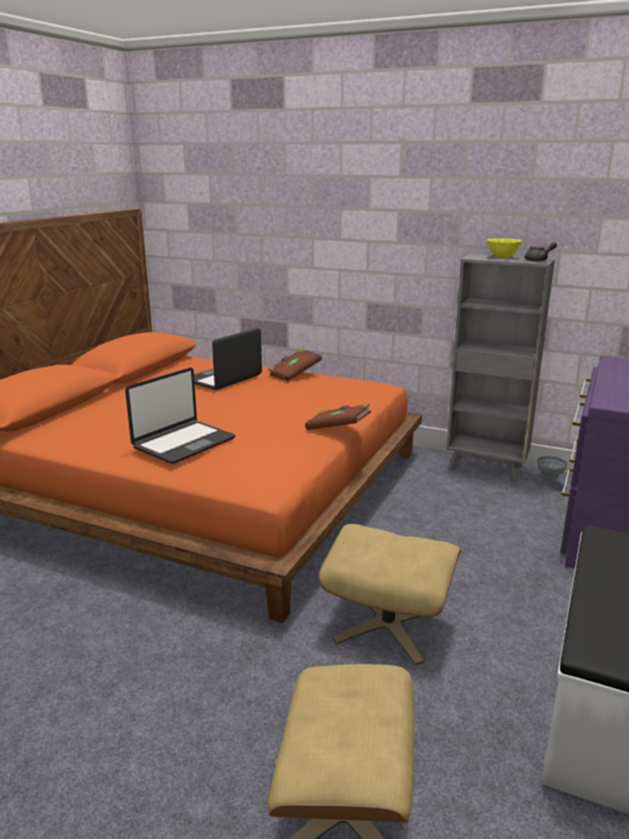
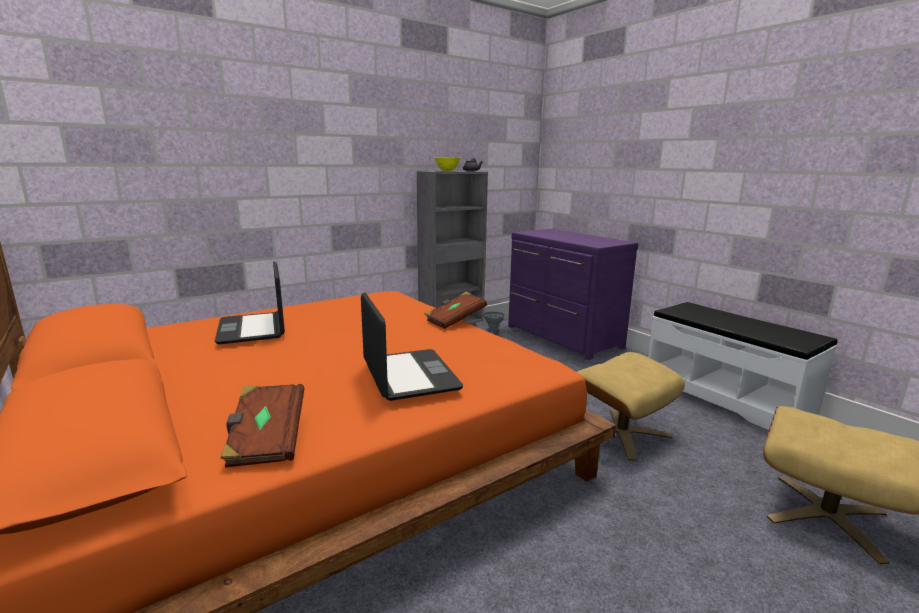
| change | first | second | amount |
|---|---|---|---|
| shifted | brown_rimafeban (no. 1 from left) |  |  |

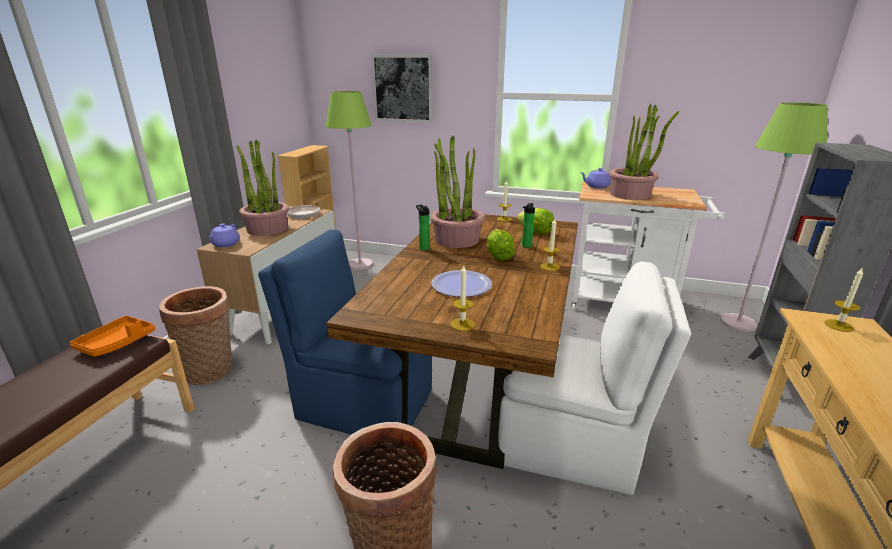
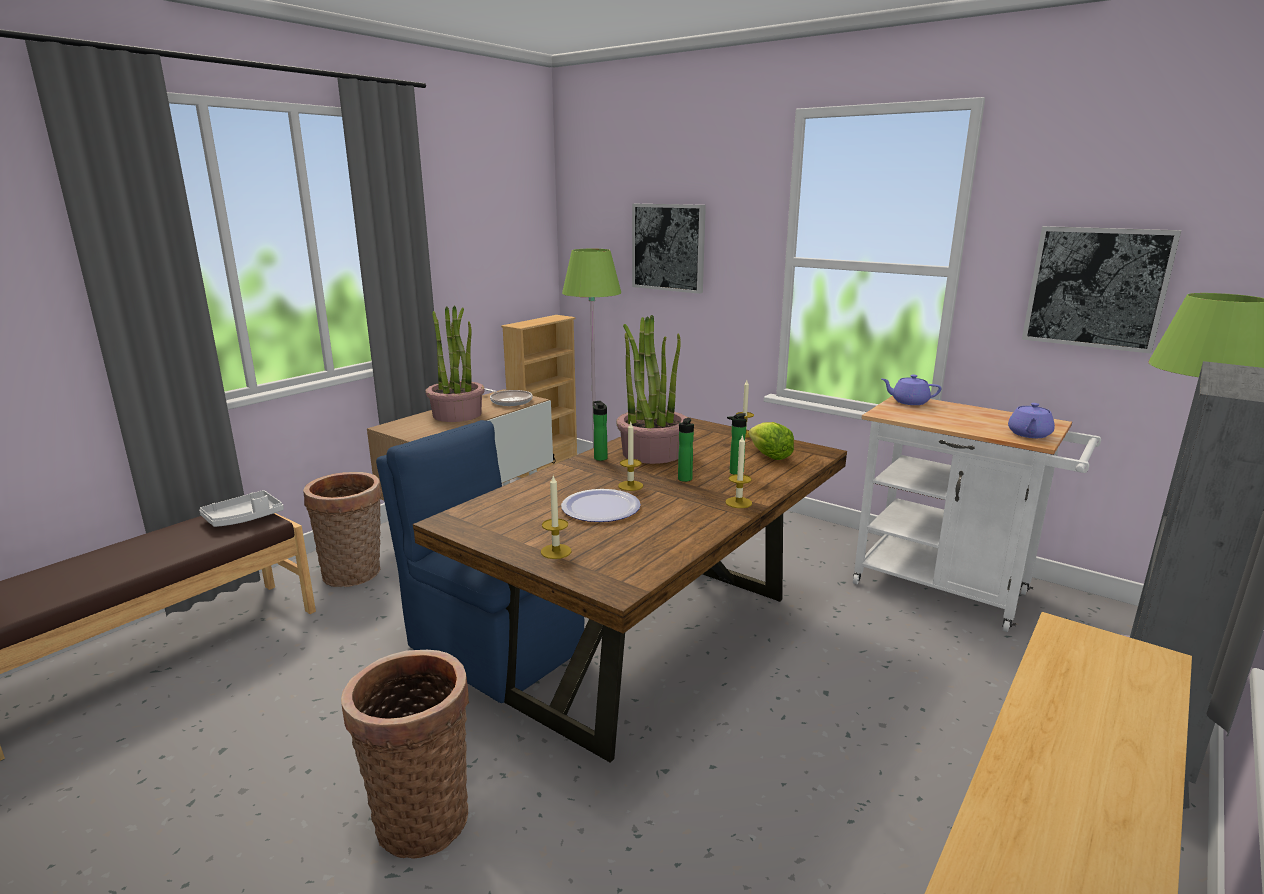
| change | first | second | amount |
|---|---|---|---|
| repainted | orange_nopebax | white_nopebax |  |
| shifted | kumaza (no. 4 from left in the first image) | kumaza (no. 2 from left) |  |
| swapped | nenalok (no. 1 from left) | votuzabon (no. 2 from left) |  |
| shifted | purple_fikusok (no. 1 from left in the first image) | purple_fikusok (no. 2 from left) |  |
| new |  | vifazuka (no. 2 from left) |  |
| gone | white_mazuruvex |  |  |
| gone | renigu (no. 3 from left) |  |  |

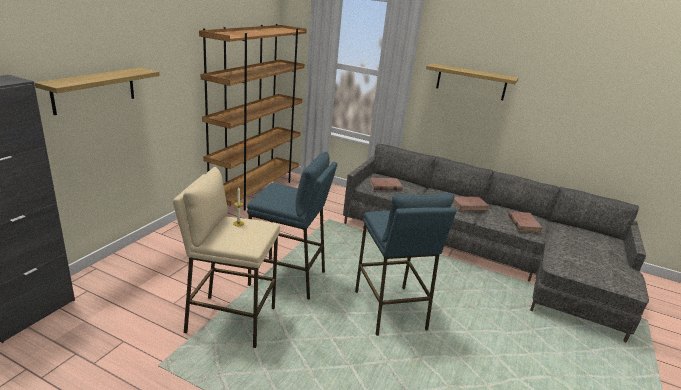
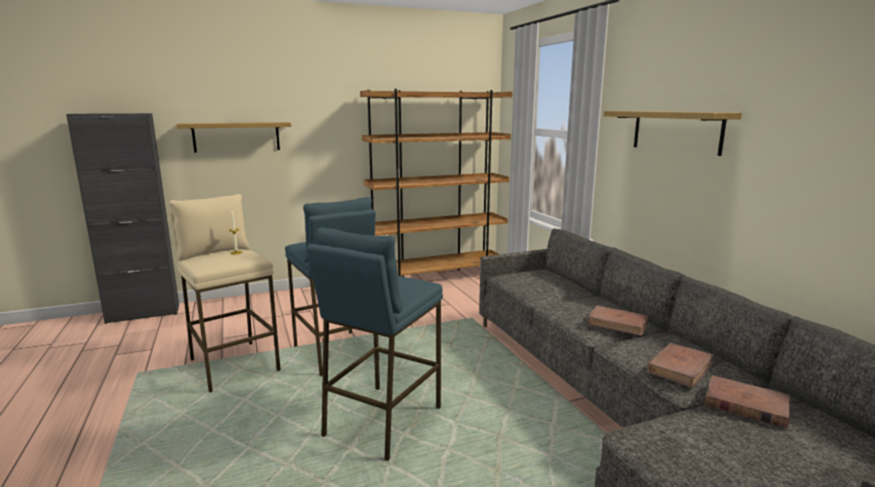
| change | first | second | amount |
|---|---|---|---|
| shifted | brown_rimafeban (no. 1 from left in the first image) | brown_rimafeban (no. 3 from left) |  |

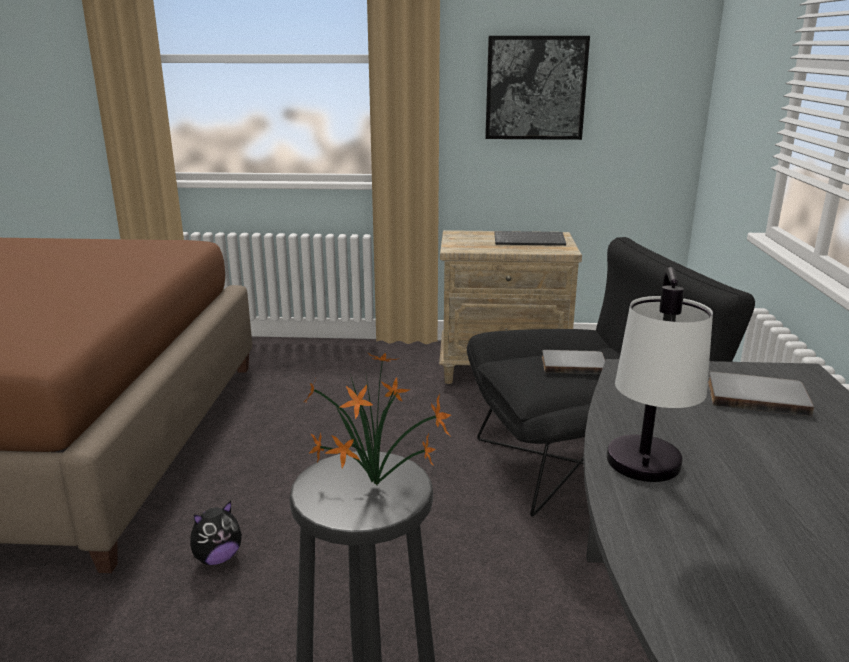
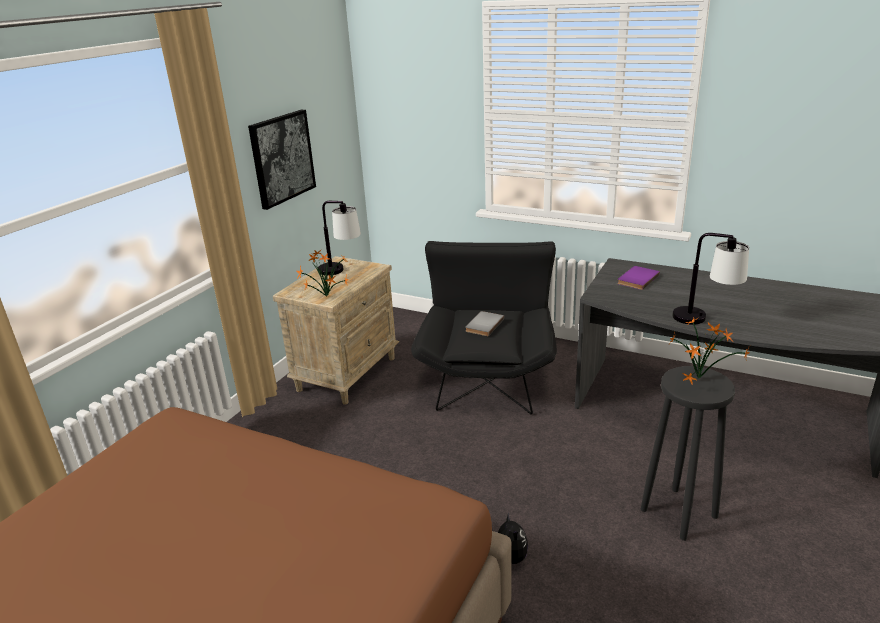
| change | first | second | amount |
|---|---|---|---|
| new |  | renigu (no. 1 from left) |  |
| swapped | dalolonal | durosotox (no. 1 from left) |  |
| repainted | grey_rimafeban (no. 2 from left) | purple_rimafeban |  |

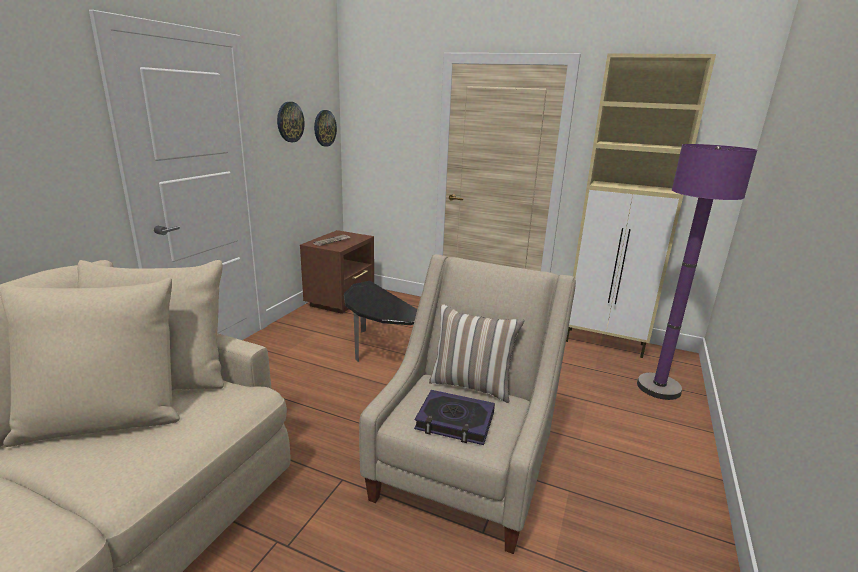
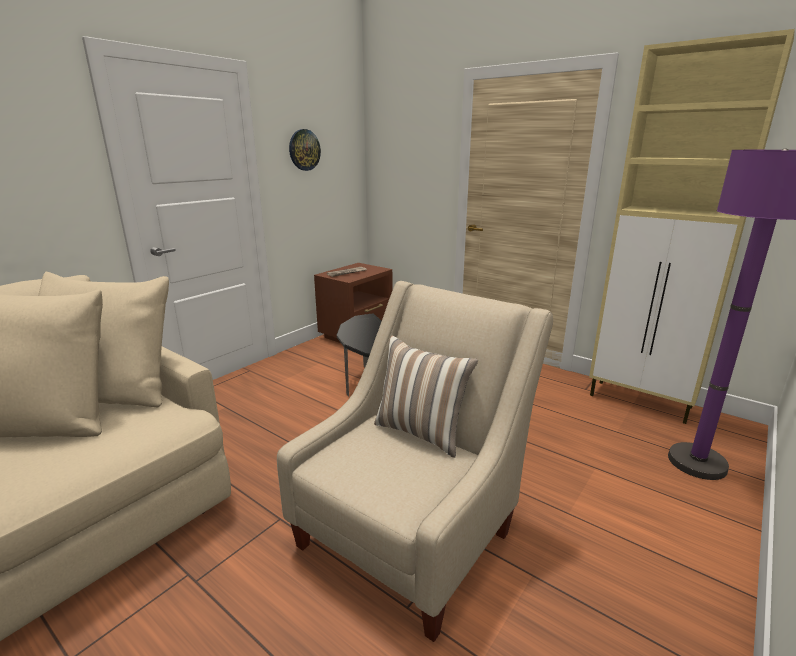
| change | first | second | amount |
|---|---|---|---|
| gone | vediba (no. 2 from left) |  |  |
| gone | rimafeban |  |  |

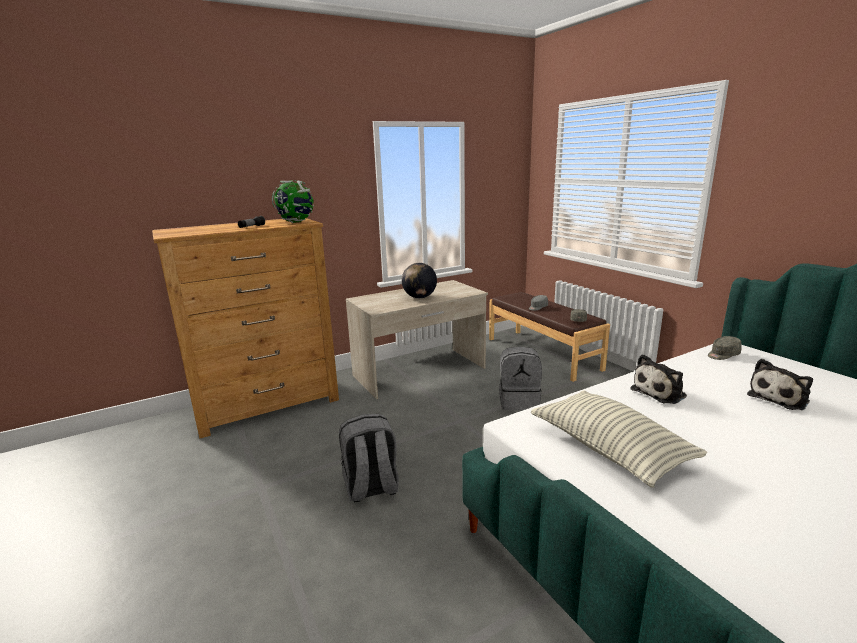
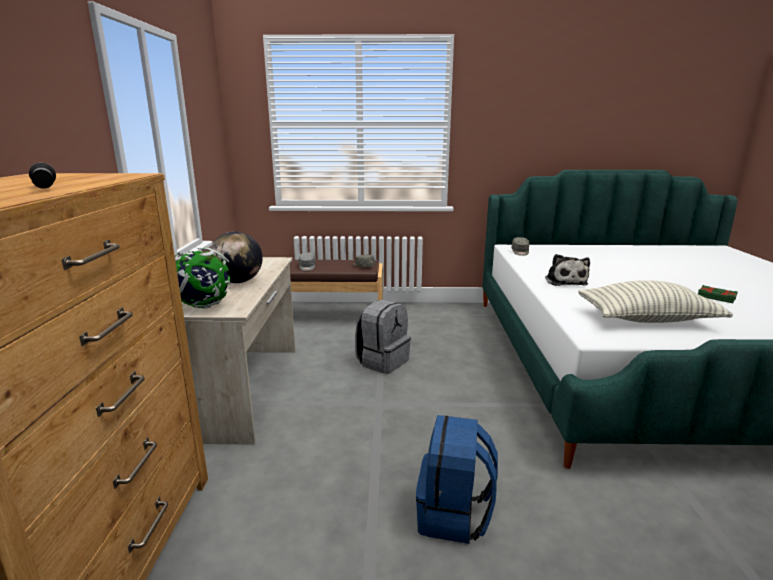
| change | first | second | amount |
|---|---|---|---|
| shifted | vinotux (no. 1 from left) |  |  |
| repainted | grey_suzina (no. 1 from left) | blue_suzina |  |
| new |  | green_rimafeban |  |
| gone | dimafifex (no. 2 from left) |  |  |

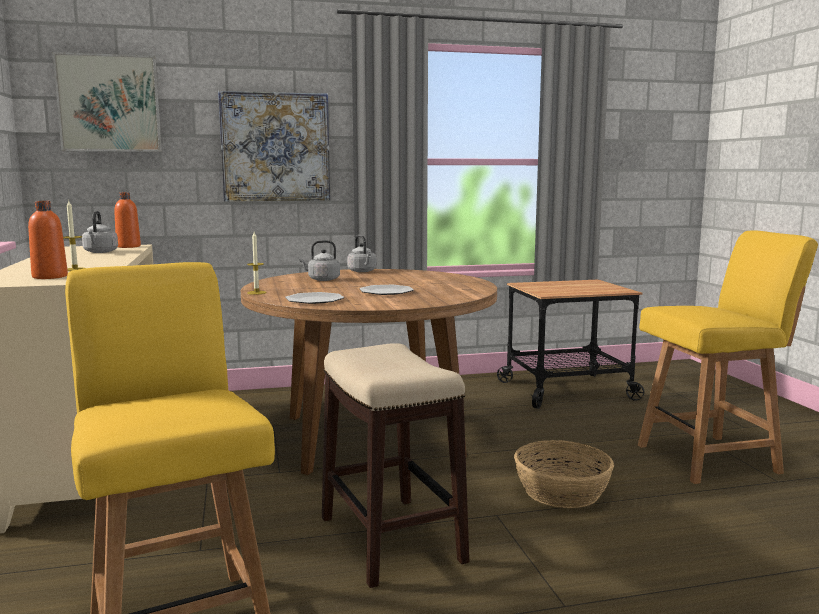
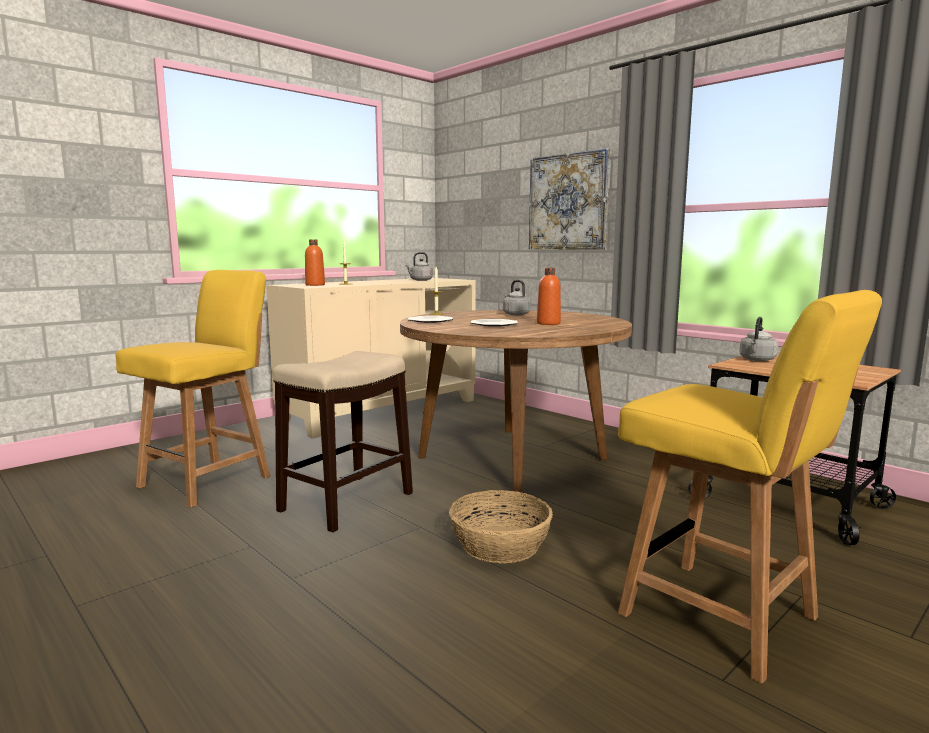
| change | first | second | amount |
|---|---|---|---|
| shifted | orange_votuzabon (no. 2 from left) |  |  |
| shifted | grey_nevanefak (no. 3 from left) |  |  |
| gone | vifazuka (no. 1 from left) |  |  |

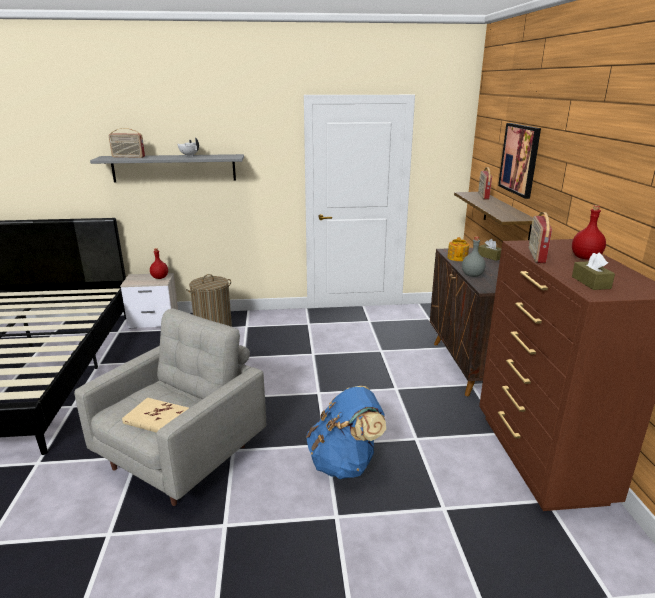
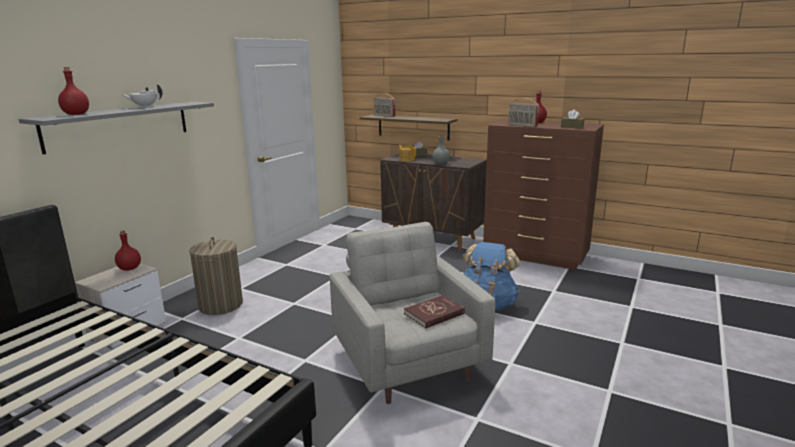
| change | first | second | amount |
|---|---|---|---|
| swapped | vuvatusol (no. 1 from left) | red_votuzabon (no. 1 from left) |  |
| repainted | beige_rimafeban | red_rimafeban |  |
| gone | vifazuka |  |  |

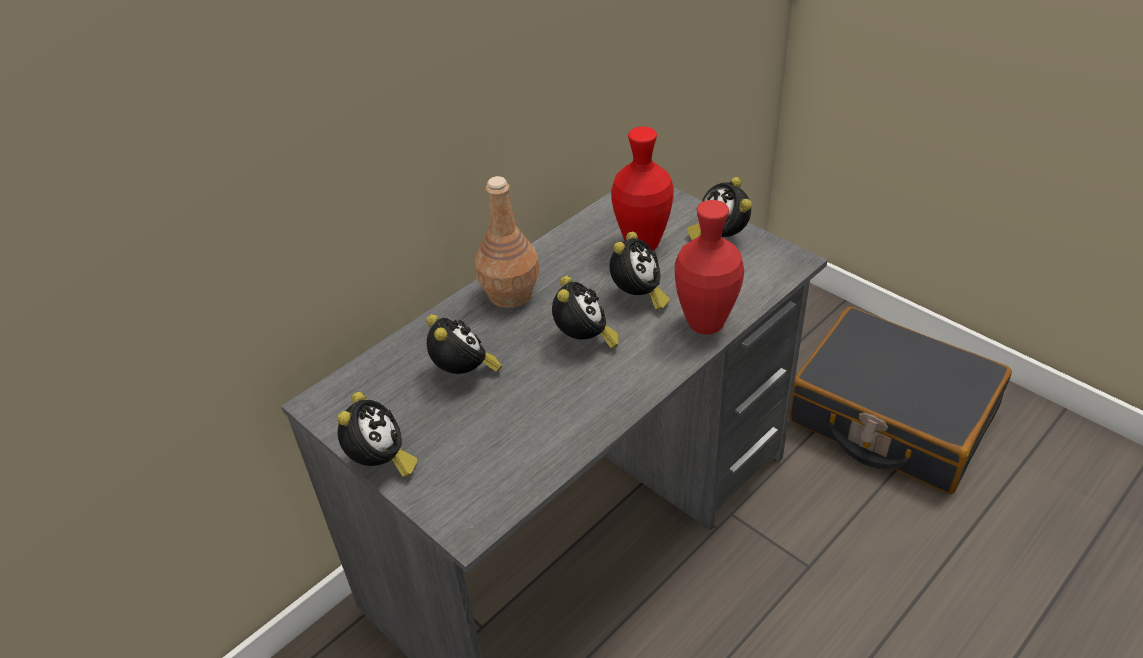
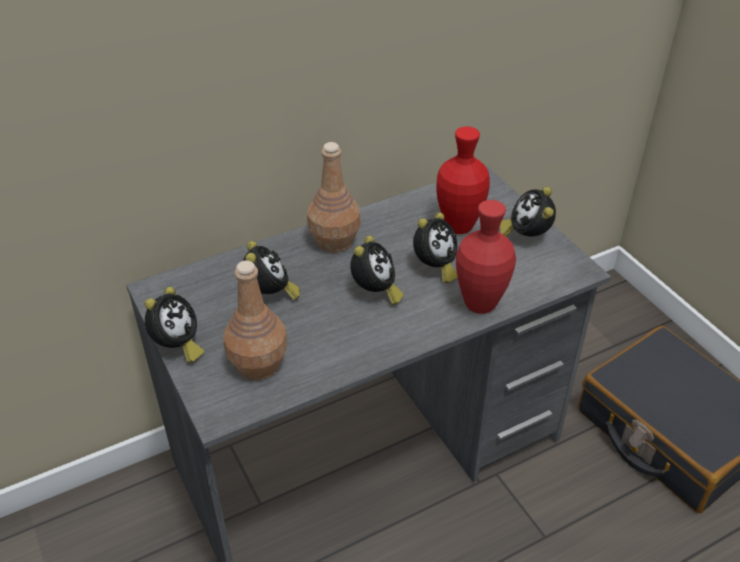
| change | first | second | amount |
|---|---|---|---|
| new |  | brown_votuzabon (no. 1 from left) |  |

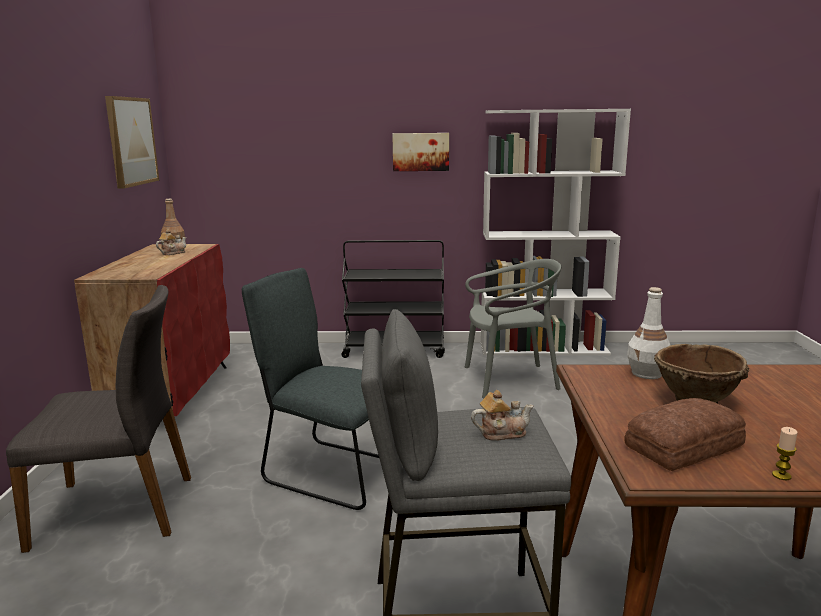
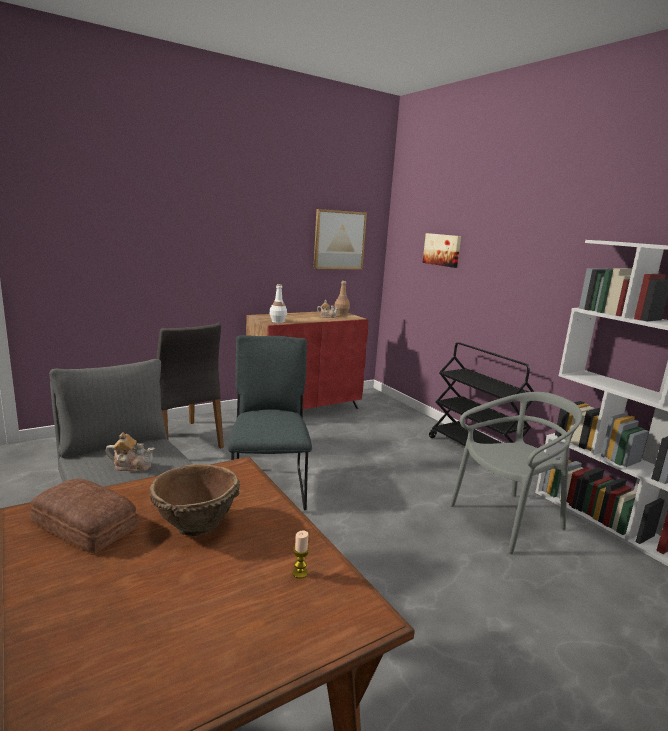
| change | first | second | amount |
|---|---|---|---|
| rotated | fikusok (no. 2 from left in the first image) | fikusok (no. 1 from left) | 45 degrees counterclockwise |
| shifted | white_votuzabon |  |  |
| shifted | kumaza |  |  |
| shifted | vifazuka (no. 2 from left) |  |  |
| rotated | grey_mazuruvex (no. 3 from left) |  | 75 degrees counterclockwise |

